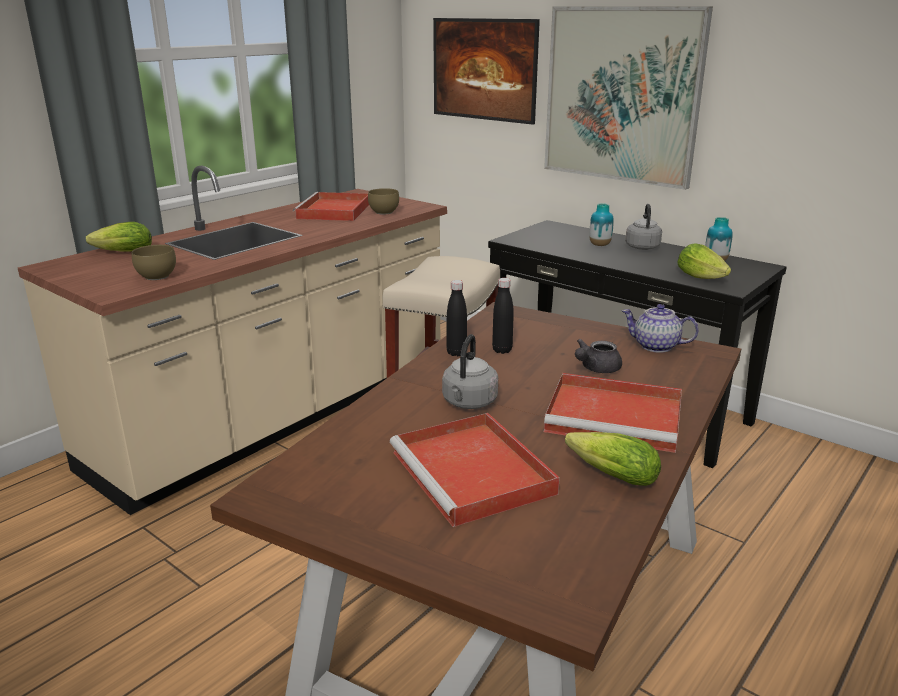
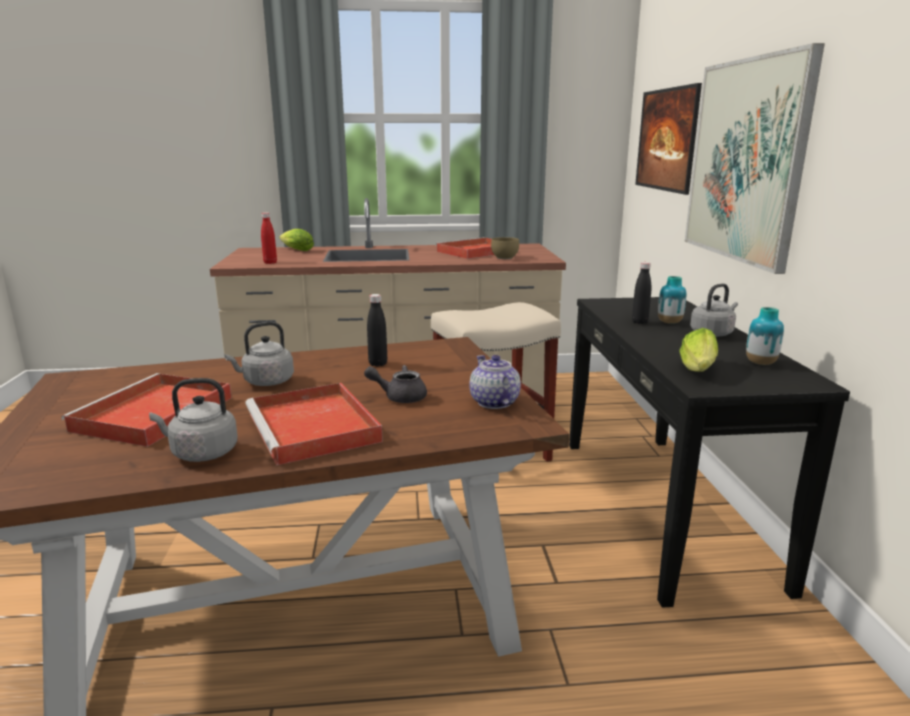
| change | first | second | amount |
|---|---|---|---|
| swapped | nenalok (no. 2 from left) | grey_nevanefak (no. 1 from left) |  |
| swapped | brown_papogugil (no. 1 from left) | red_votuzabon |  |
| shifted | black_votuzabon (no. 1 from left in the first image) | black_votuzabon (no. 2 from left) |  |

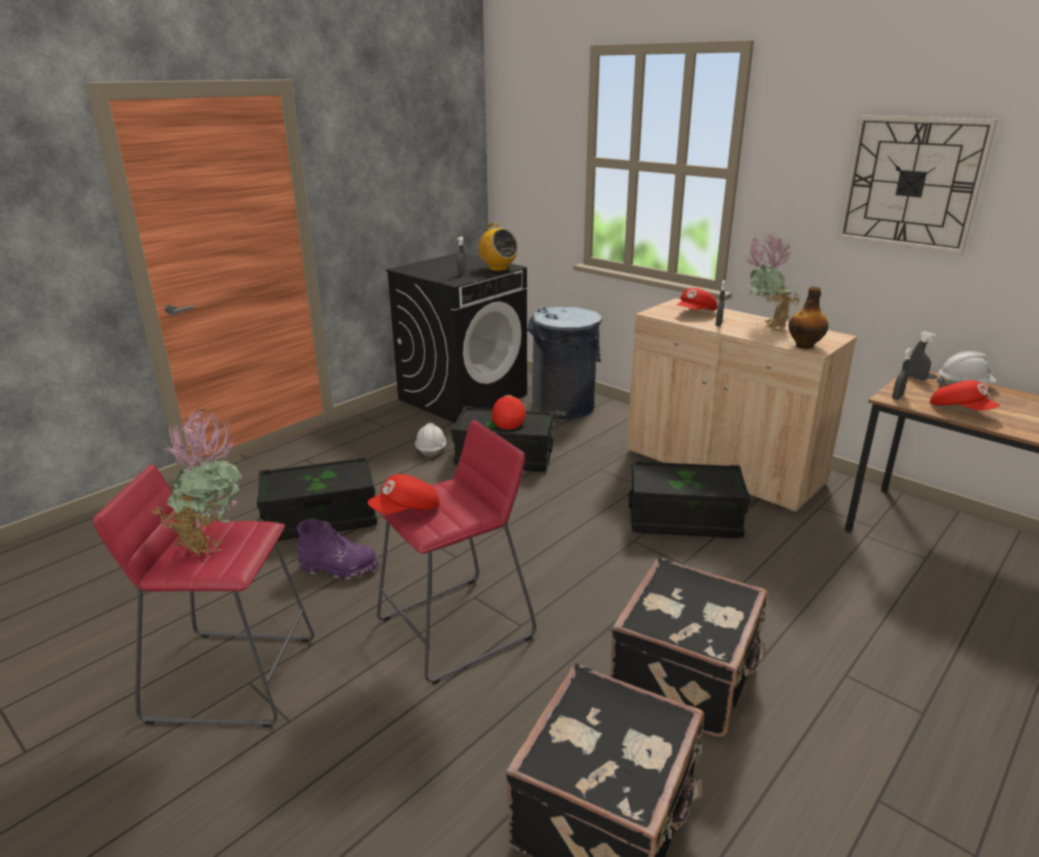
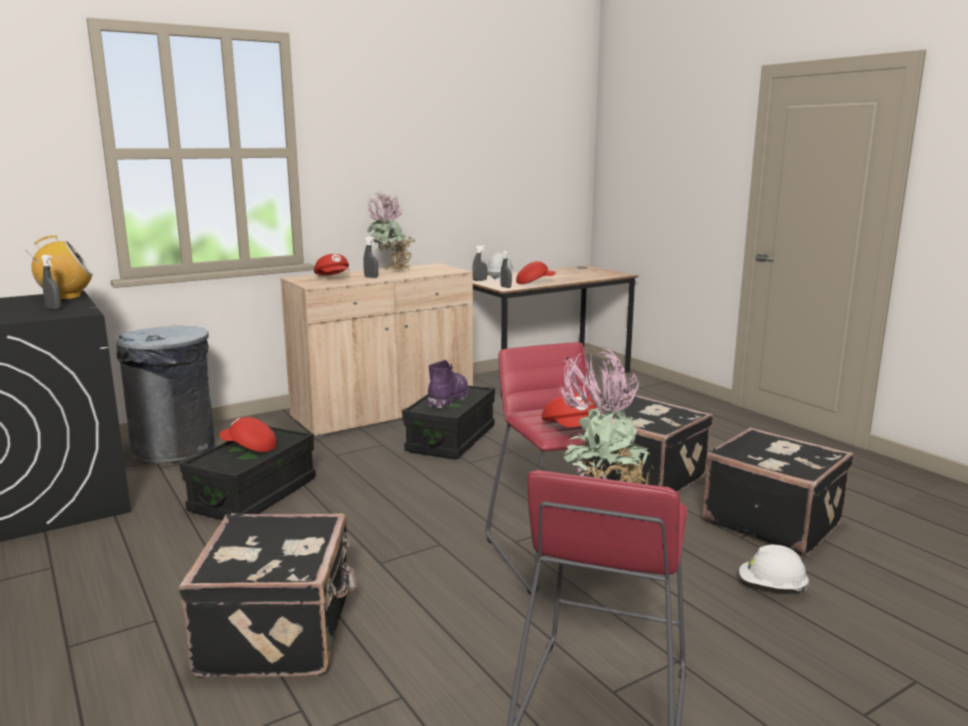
| change | first | second | amount |
|---|---|---|---|
| swapped | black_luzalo (no. 1 from left) | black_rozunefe (no. 1 from left) |  |
| shifted | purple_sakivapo |  |  |
| shifted | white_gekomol (no. 1 from left in the first image) | white_gekomol (no. 2 from left) |  |
| gone | votuzabon |  |  |
| gone | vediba |  |  |

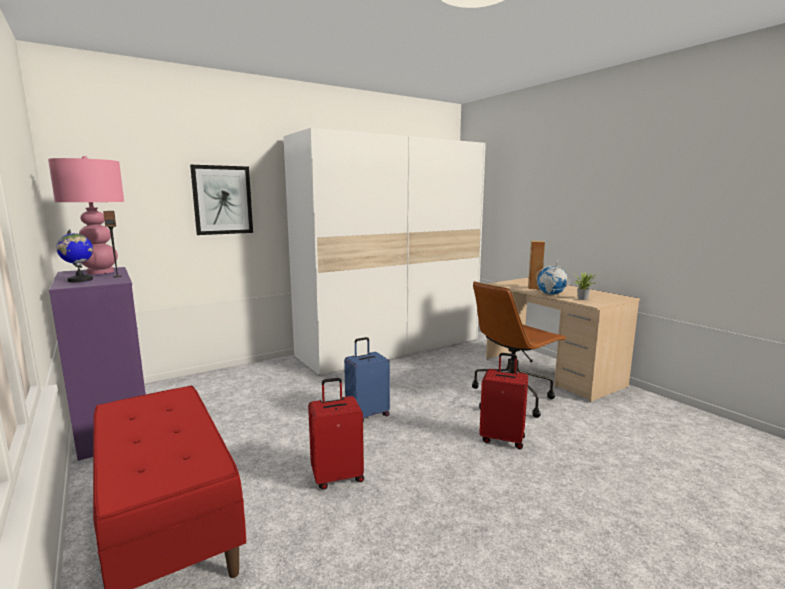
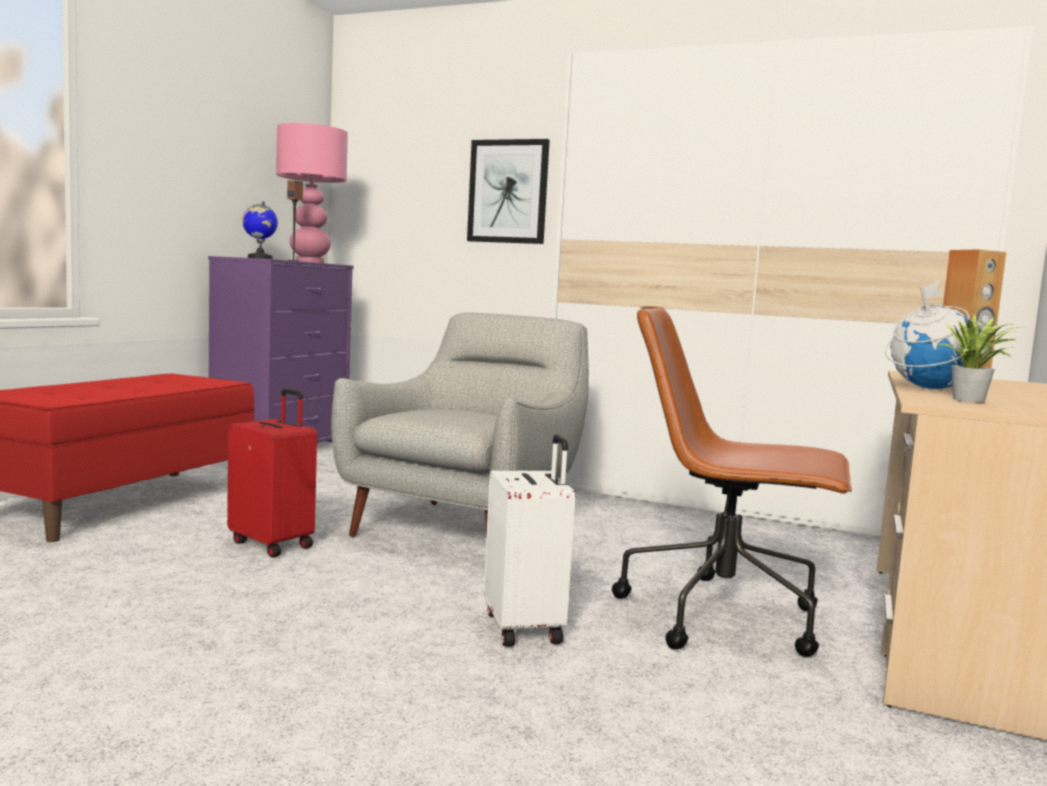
| change | first | second | amount |
|---|---|---|---|
| swapped | blue_rozunefe | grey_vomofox |  |
| repainted | red_rozunefe (no. 2 from left) | white_rozunefe |  |

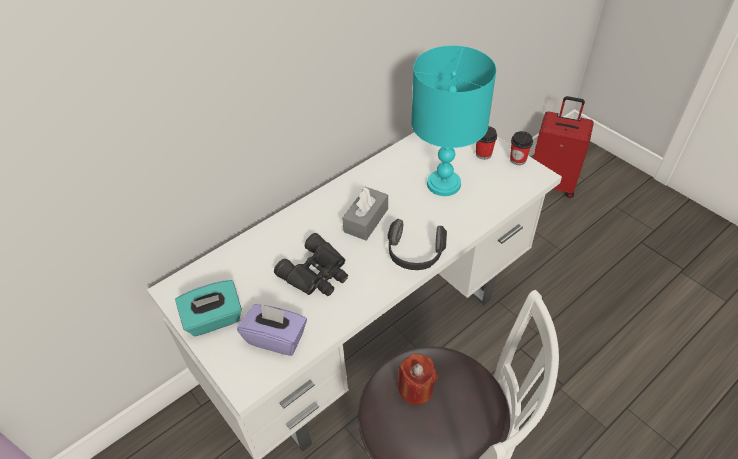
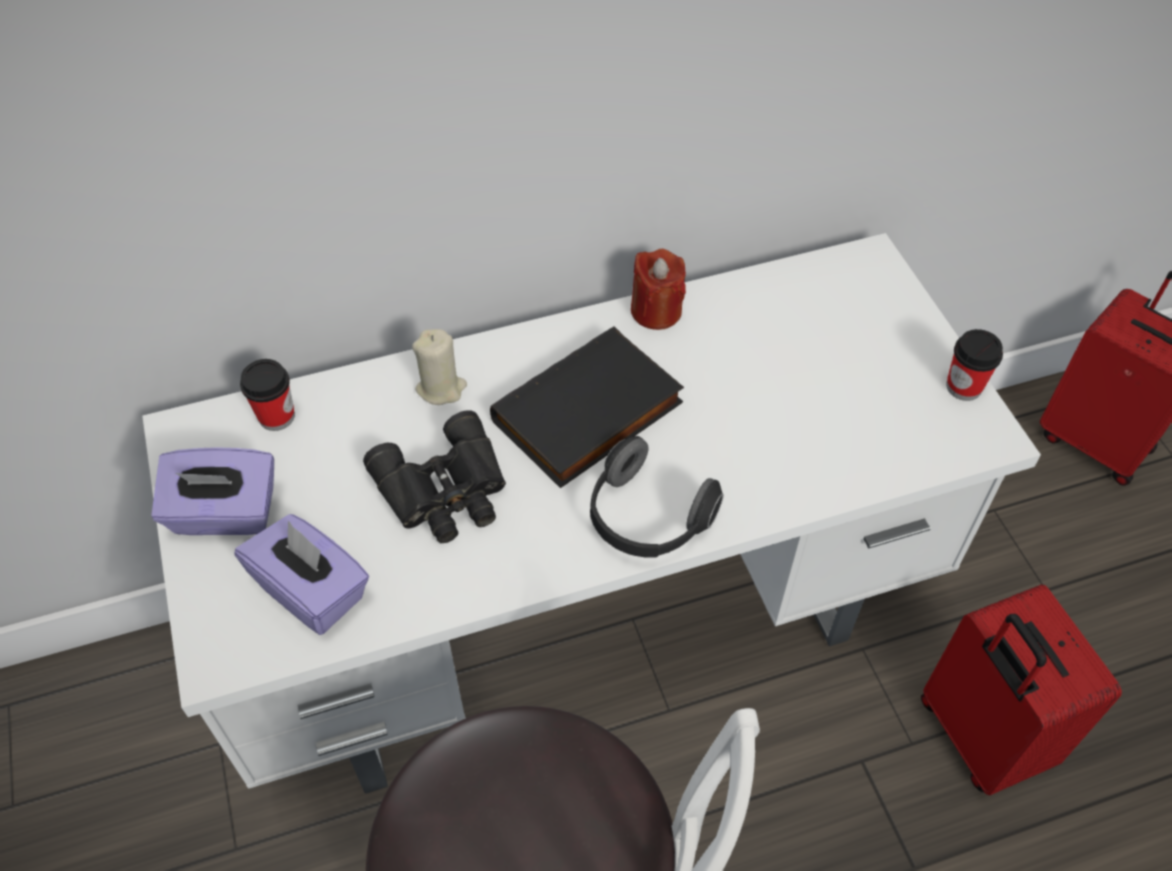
| change | first | second | amount |
|---|---|---|---|
| repainted | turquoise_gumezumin | purple_gumezumin (no. 1 from left) |  |
| shifted | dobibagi (no. 1 from left) |  |  |
| new |  | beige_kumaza |  |
| swapped | grey_gumezumin | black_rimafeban |  |
| shifted | red_kumaza |  |  |
| new |  | red_rozunefe (no. 1 from left) |  |
| gone | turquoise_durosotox |  |  |

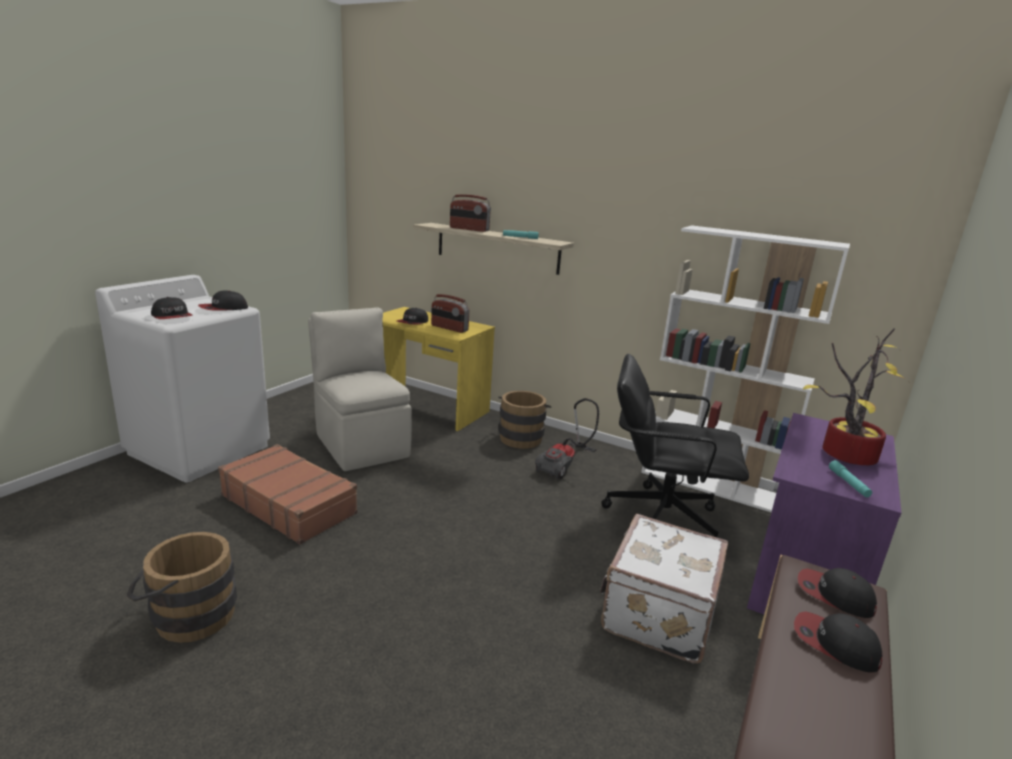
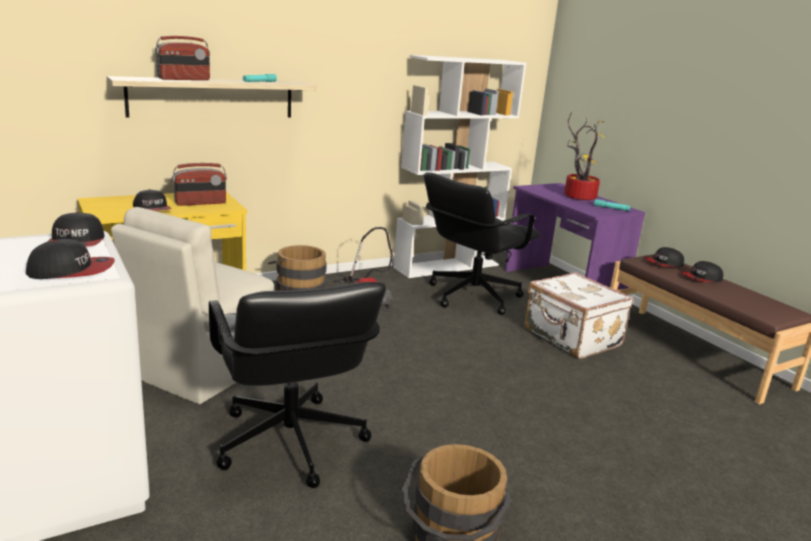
| change | first | second | amount |
|---|---|---|---|
| rotated | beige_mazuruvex |  | 60 degrees counterclockwise |
| swapped | brown_rozunefe | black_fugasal (no. 1 from left) |  |

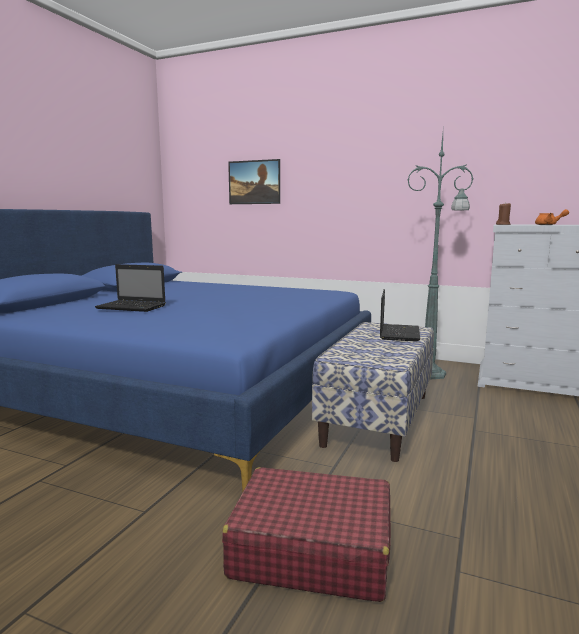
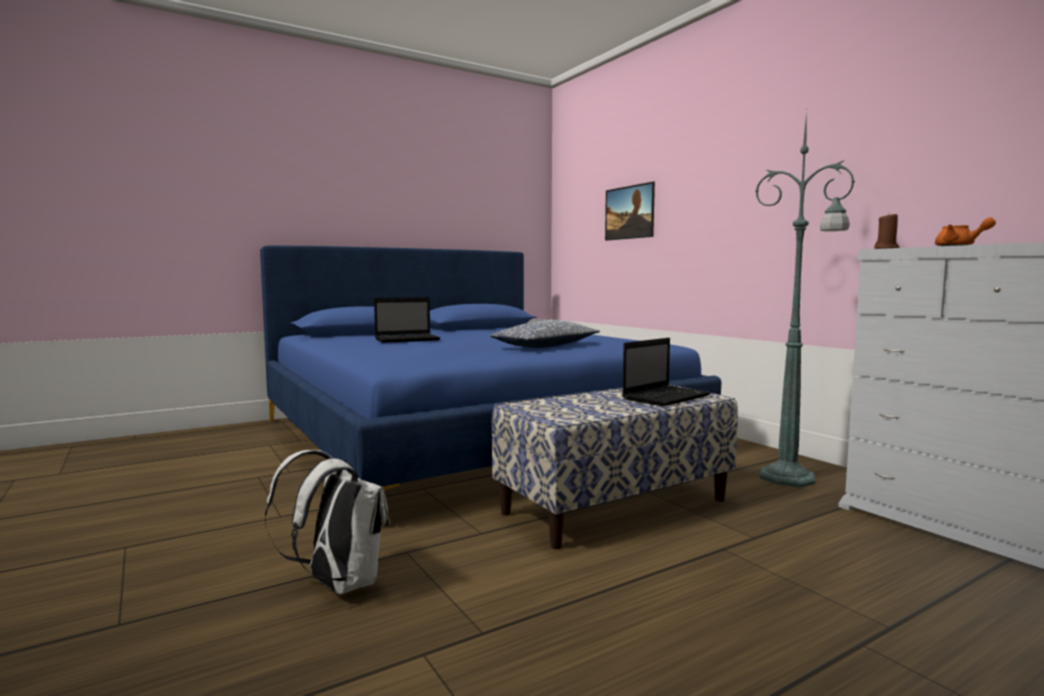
| change | first | second | amount |
|---|---|---|---|
| swapped | red_rozunefe | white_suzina |  |
| rotated | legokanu (no. 1 from left) |  | 75 degrees counterclockwise |
| new |  | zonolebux |  |

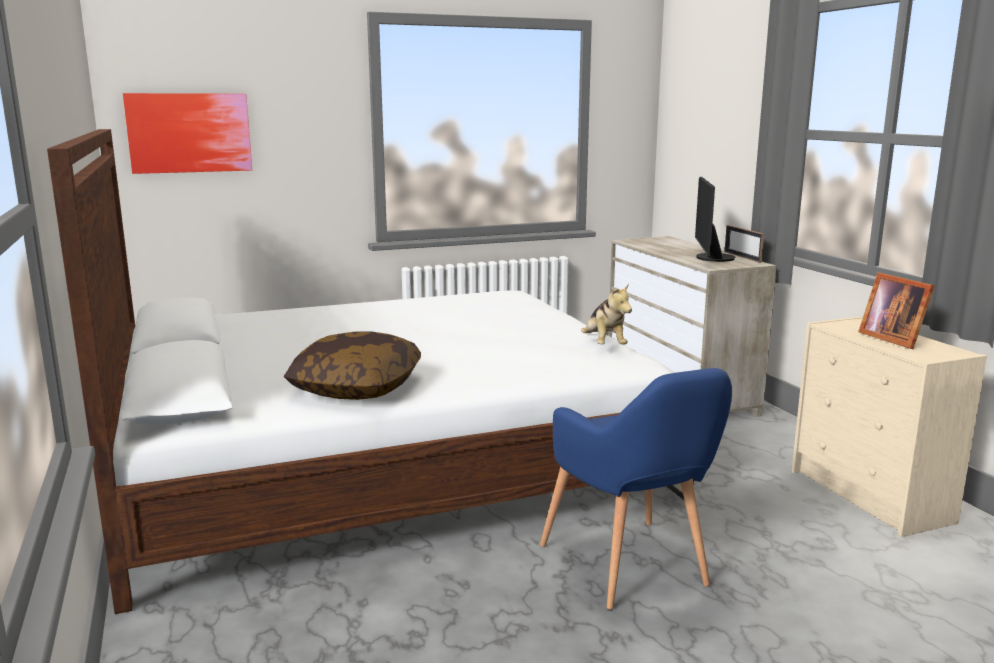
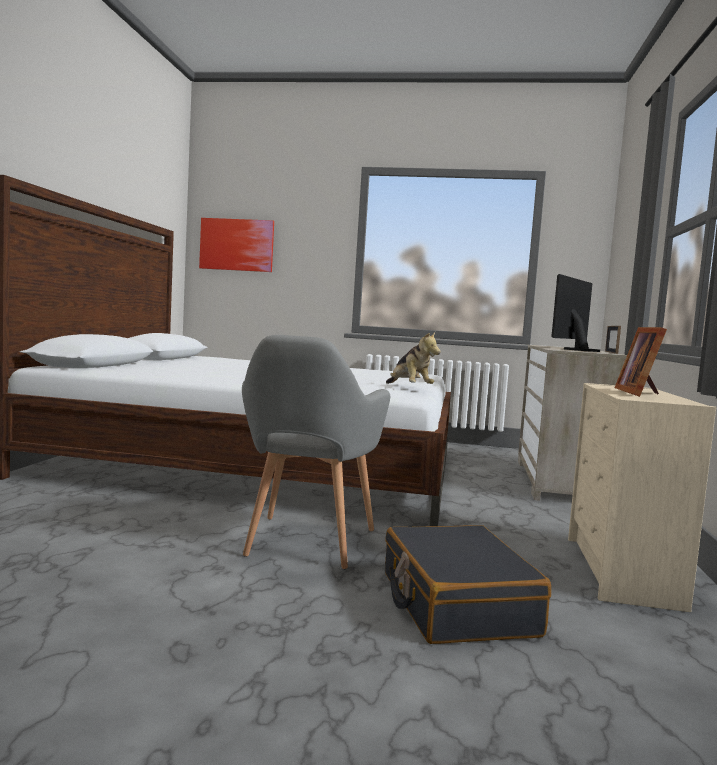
| change | first | second | amount |
|---|---|---|---|
| repainted | blue_vomofox | grey_vomofox |  |
| new |  | black_rozunefe |  |
| rotated | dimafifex |  | 45 degrees counterclockwise |
| gone | zonolebux |  |  |

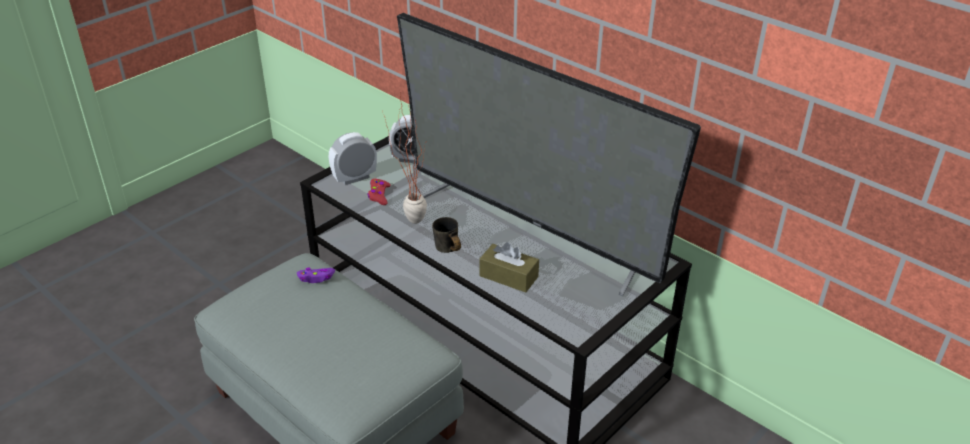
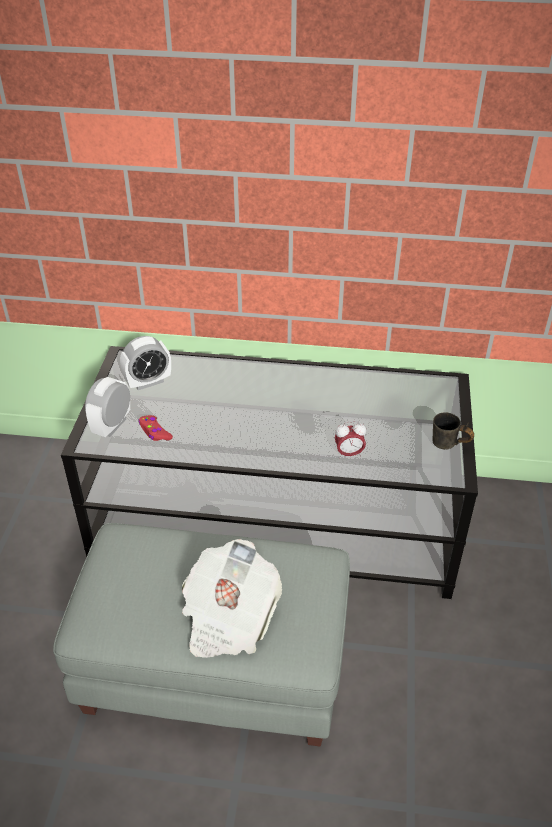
| change | first | second | amount |
|---|---|---|---|
| new |  | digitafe |  |
| swapped | brown_gumezumin | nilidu (no. 3 from left) |  |
| shifted | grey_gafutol |  |  |
| gone | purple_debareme |  |  |
| gone | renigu |  |  |
| gone | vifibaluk |  |  |

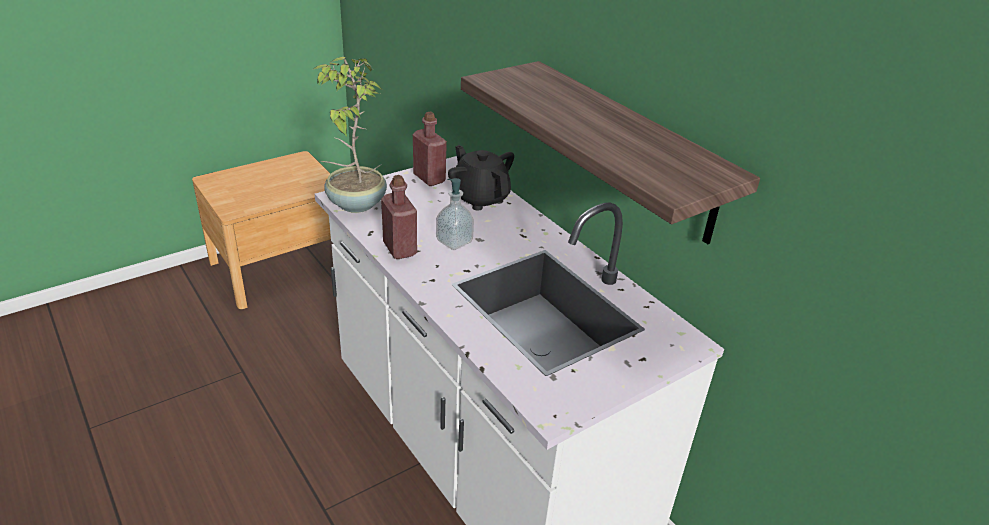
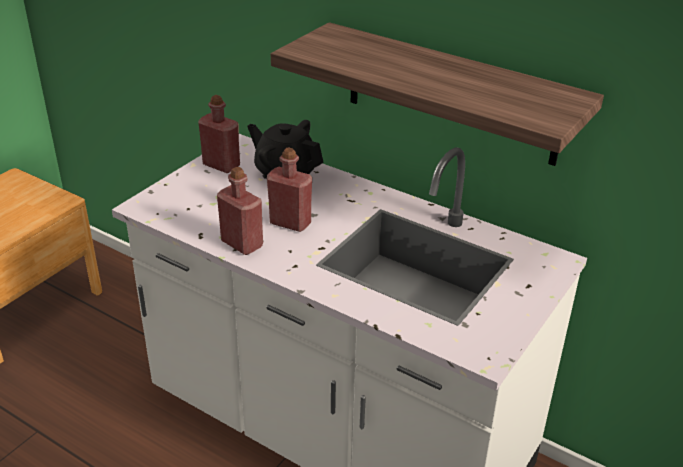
| change | first | second | amount |
|---|---|---|---|
| swapped | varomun | red_votuzabon (no. 3 from left) |  |
| gone | renigu |  |  |

